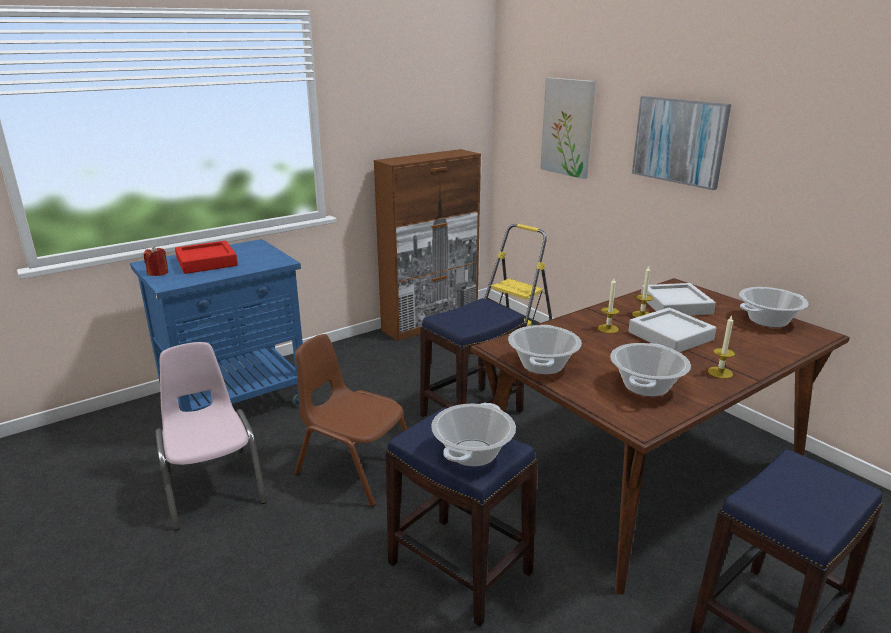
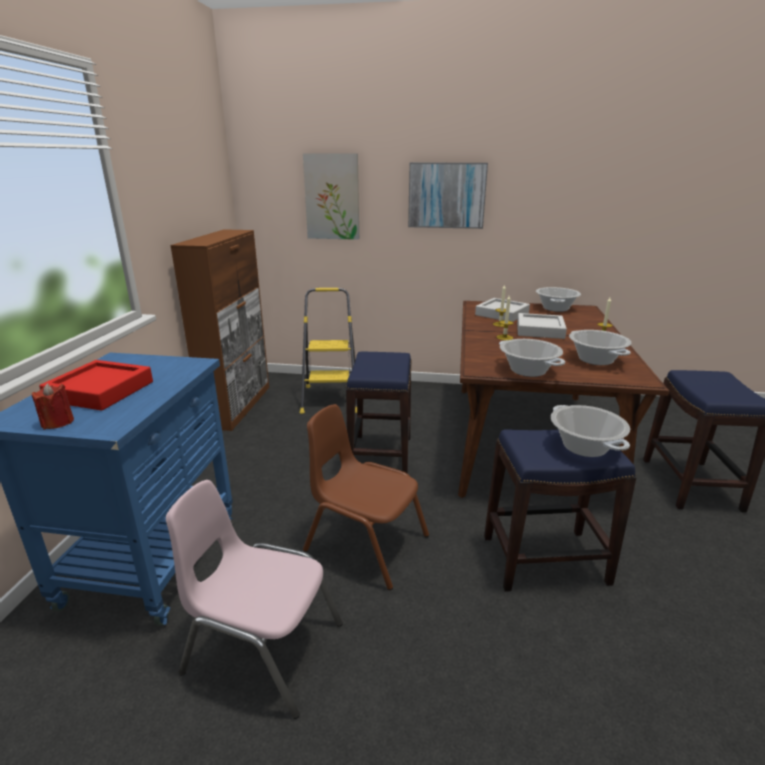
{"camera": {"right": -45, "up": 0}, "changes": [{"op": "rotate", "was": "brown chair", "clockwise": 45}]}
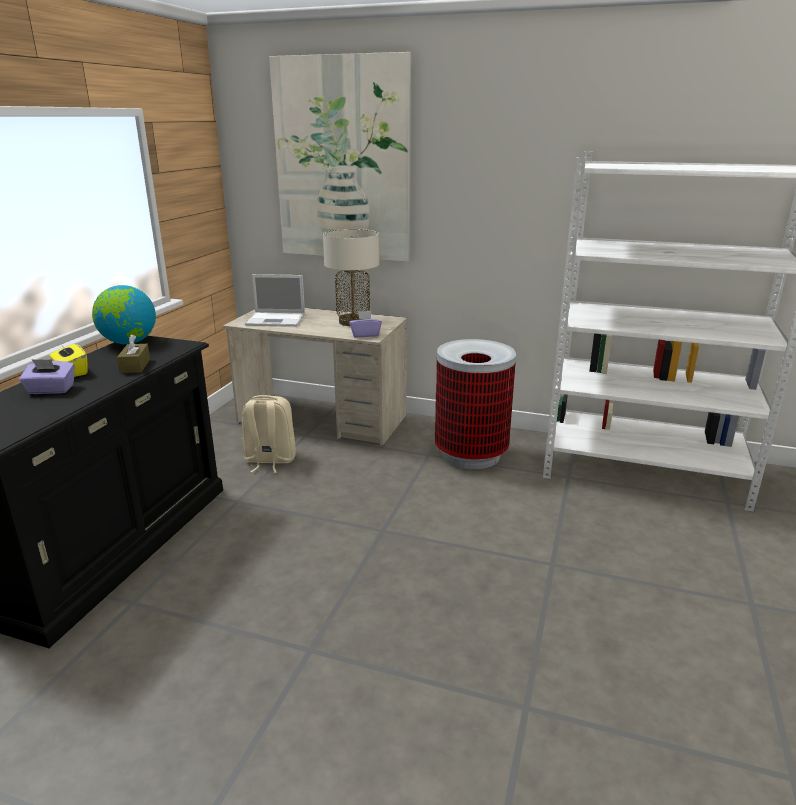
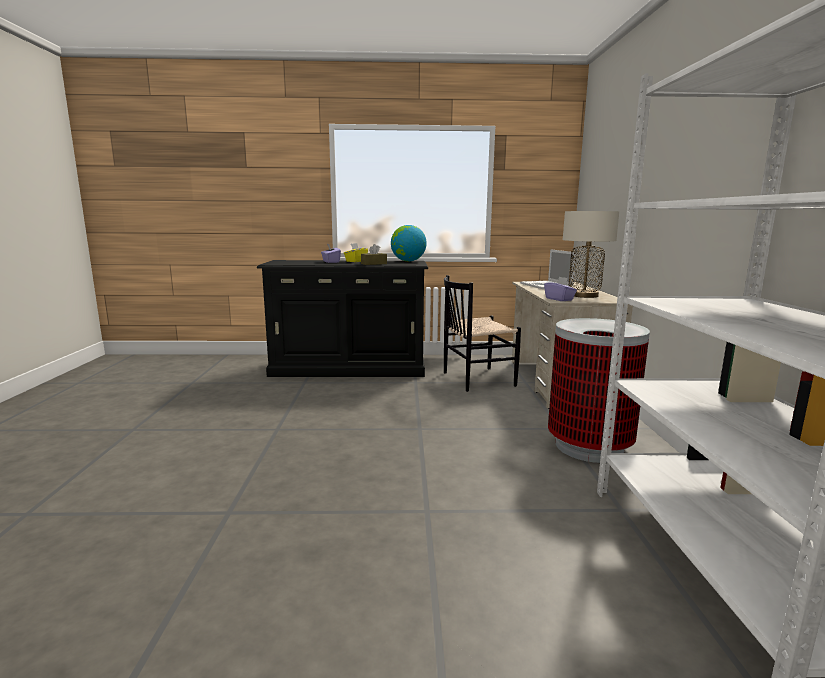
{"camera": {"right": 70, "up": -10}, "changes": [{"op": "replace", "was": "beige backpack", "now": "black chair"}, {"op": "delete", "was": "picture"}]}
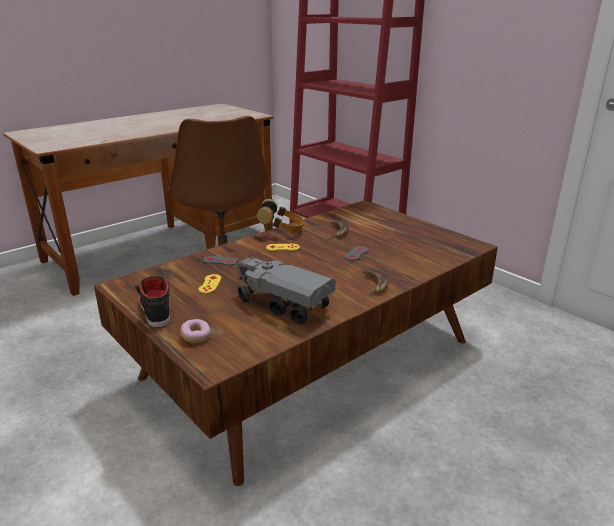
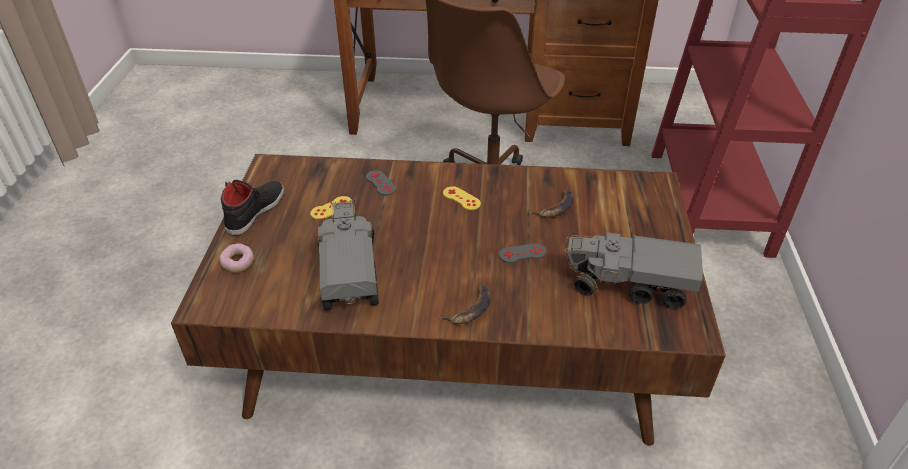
{"camera": {"right": 45, "up": 15}, "changes": [{"op": "insert", "now": "toy truck (2nd from left)"}, {"op": "delete", "was": "headphones"}]}
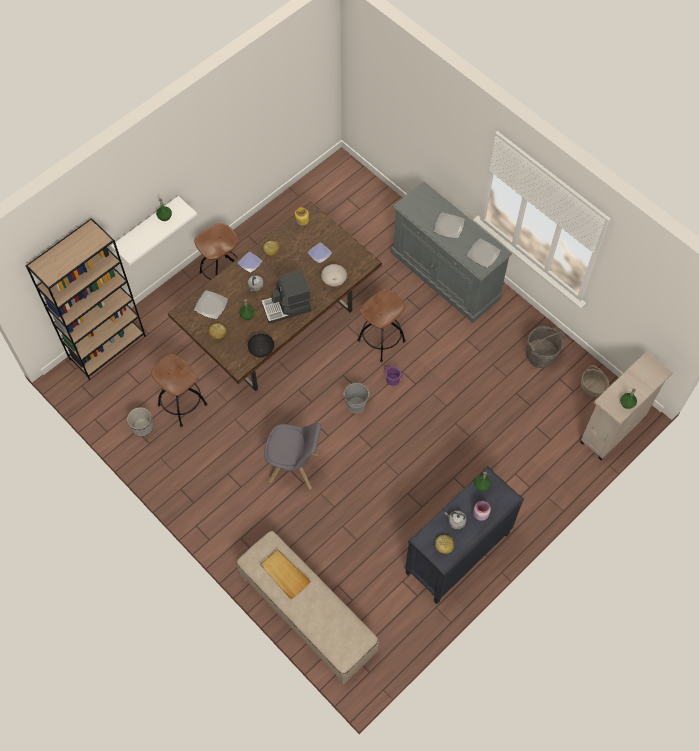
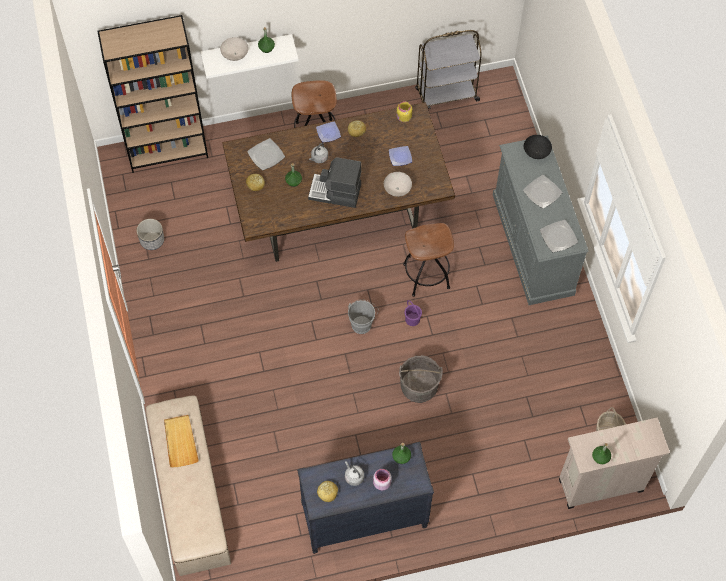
{"camera": {"right": 30, "up": 0}, "changes": [{"op": "insert", "now": "white bowl (1st from left)"}, {"op": "move", "was": "grey bucket (2nd from left)"}, {"op": "insert", "now": "grey cart"}, {"op": "move", "was": "black bowl"}, {"op": "delete", "was": "brown stool (1st from left)"}, {"op": "delete", "was": "grey chair"}]}
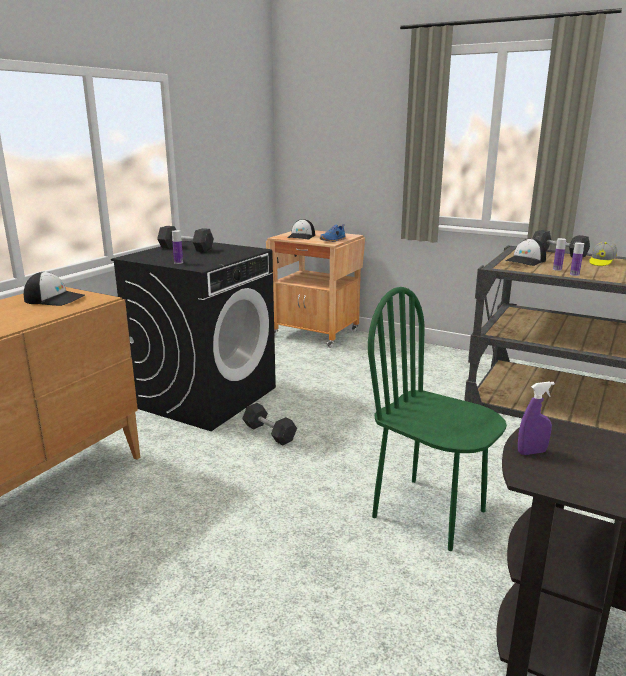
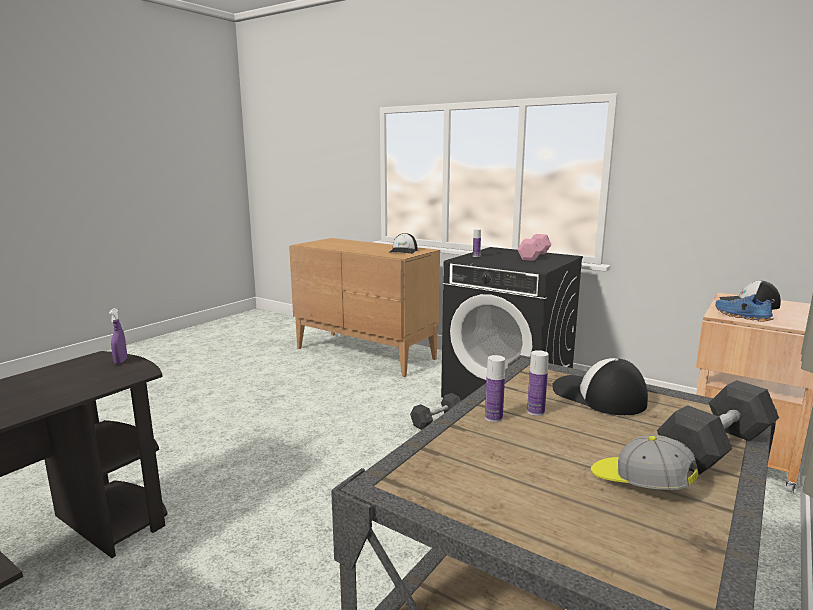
{"camera": {"right": 95, "up": -5}, "changes": [{"op": "recolor", "was": "grey dumbbell (1st from left)", "now": "pink dumbbell"}, {"op": "delete", "was": "green chair"}]}
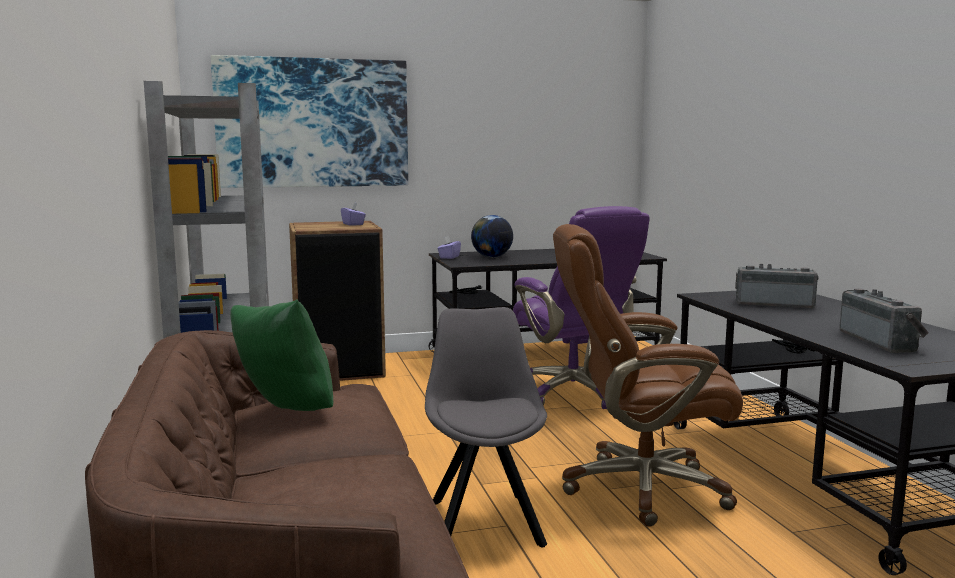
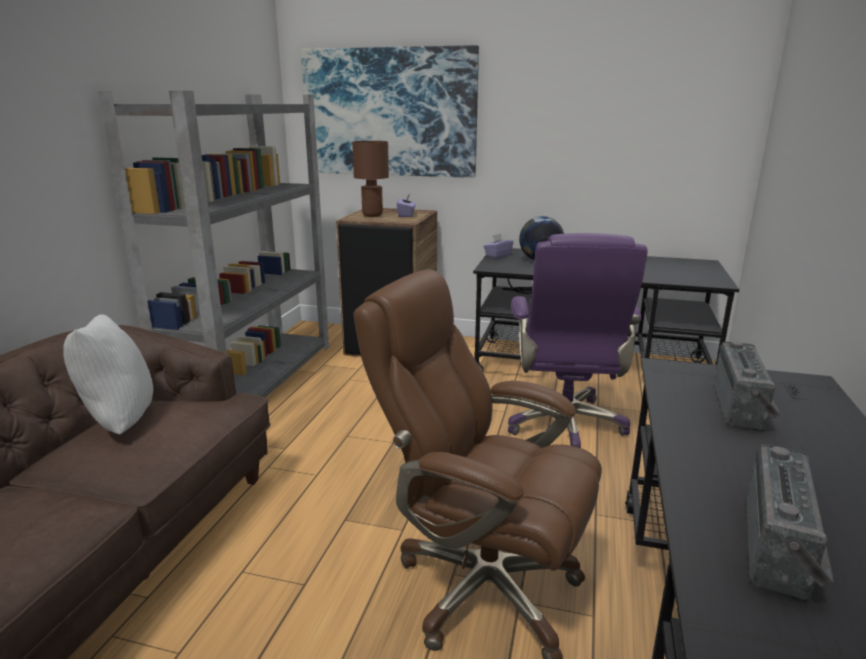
{"camera": {"right": 30, "up": 10}, "changes": [{"op": "recolor", "was": "green pillow", "now": "white pillow"}, {"op": "insert", "now": "brown table lamp"}, {"op": "rotate", "was": "radio (1st from left)", "clockwise": 60}, {"op": "delete", "was": "grey chair"}]}
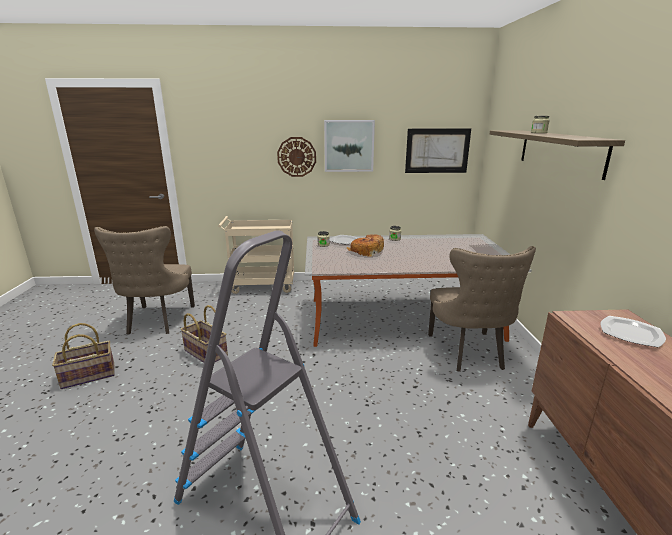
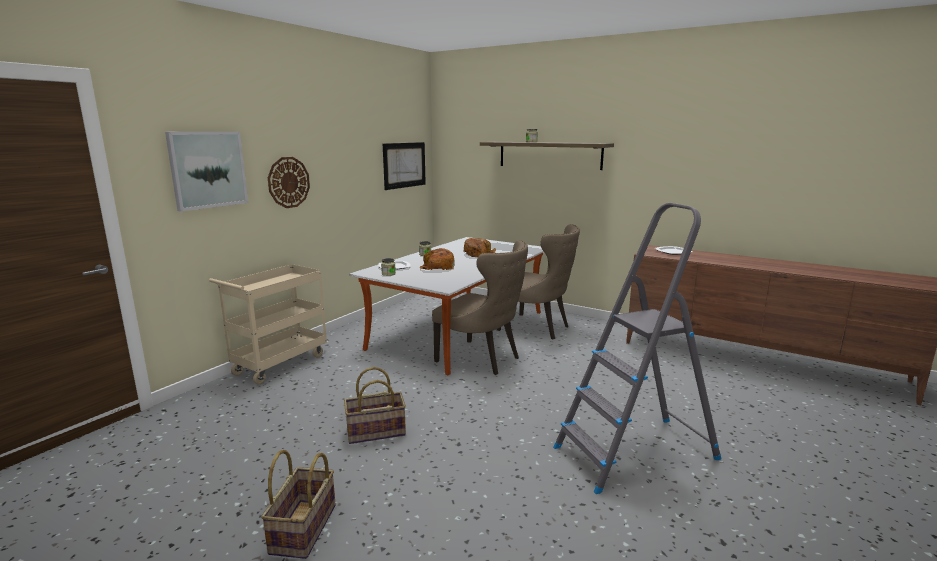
{"camera": {"right": -55, "up": -5}, "changes": [{"op": "move", "was": "picture (1st from left)"}, {"op": "move", "was": "beige chair (1st from left)"}, {"op": "insert", "now": "bread (2nd from left)"}]}
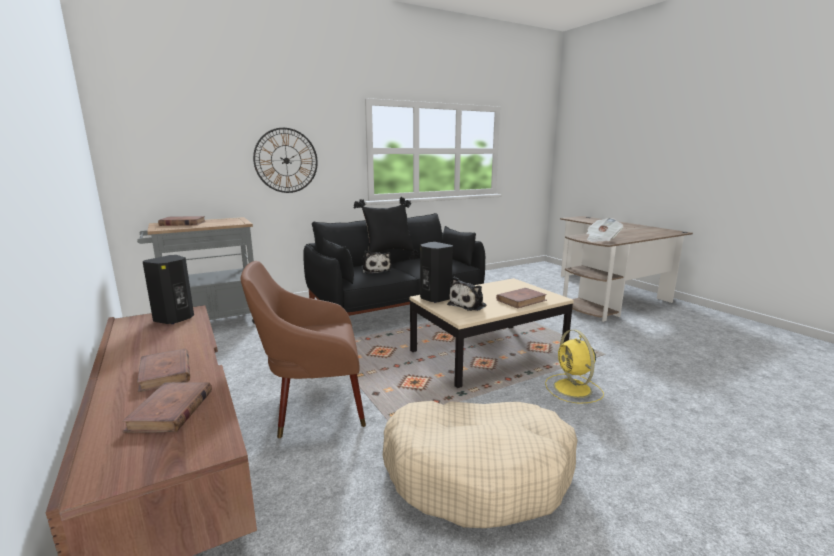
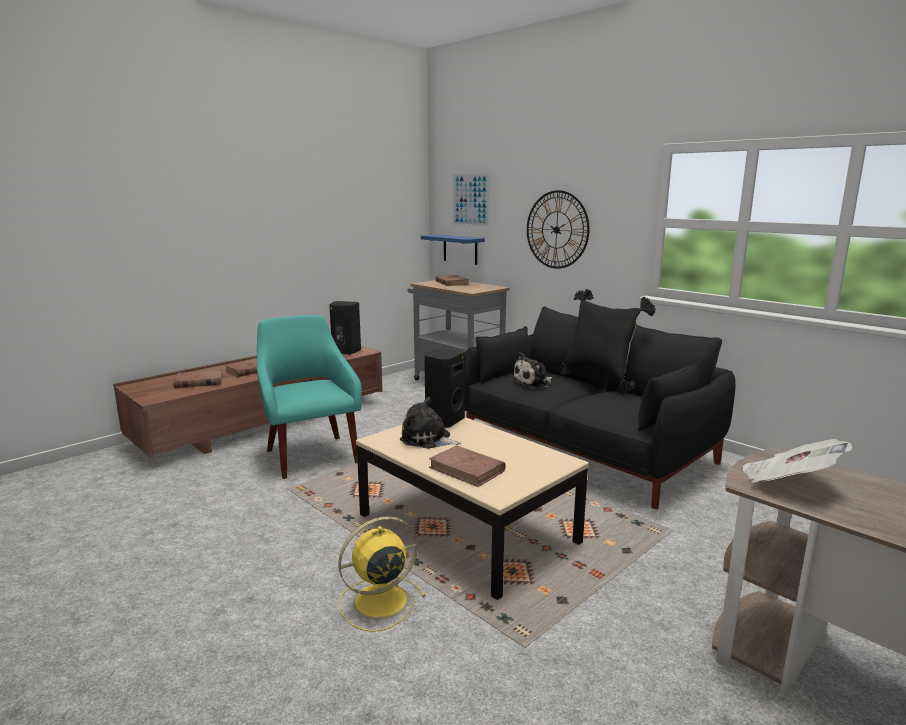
{"camera": {"right": 75, "up": 0}, "changes": [{"op": "recolor", "was": "brown armchair", "now": "turquoise armchair"}, {"op": "insert", "now": "blue shelf"}, {"op": "insert", "now": "picture"}, {"op": "delete", "was": "beige dog bed"}]}
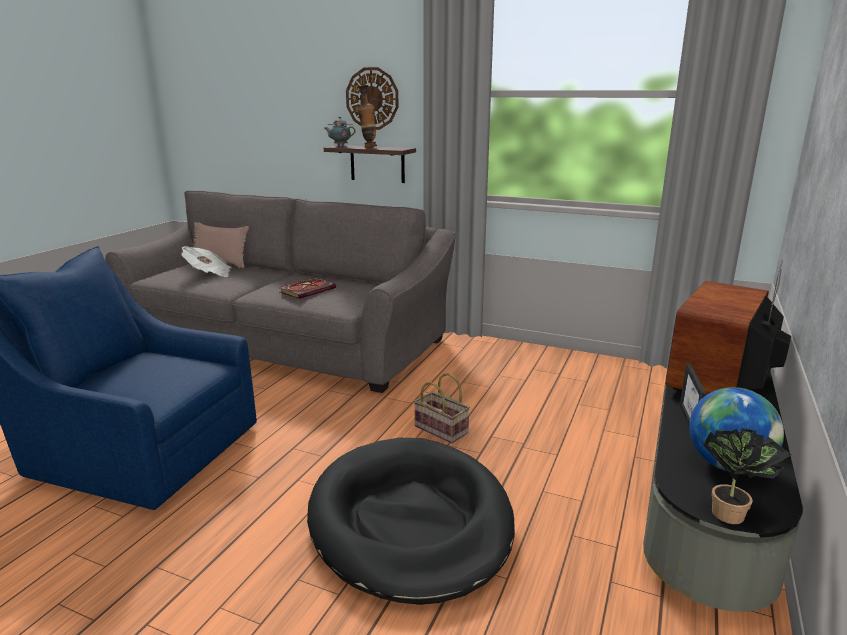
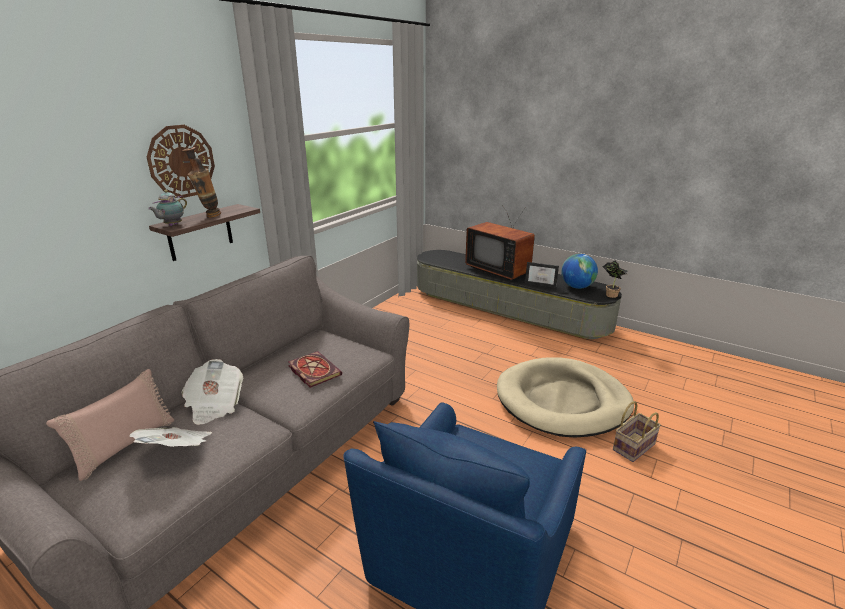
{"camera": {"right": -80, "up": 5}, "changes": [{"op": "insert", "now": "newspaper (2nd from left)"}, {"op": "recolor", "was": "black dog bed", "now": "beige dog bed"}, {"op": "move", "was": "basket"}]}
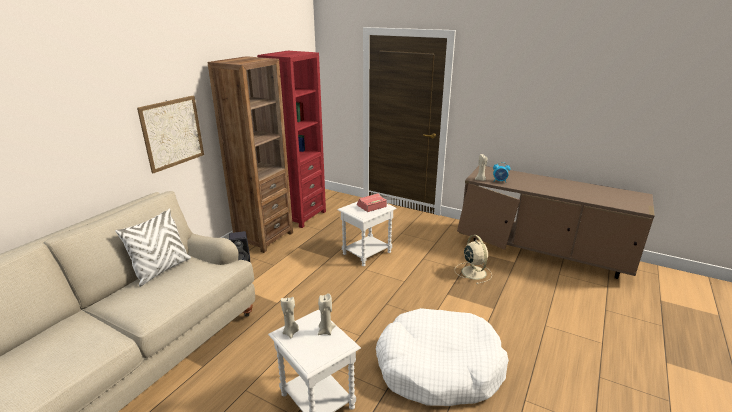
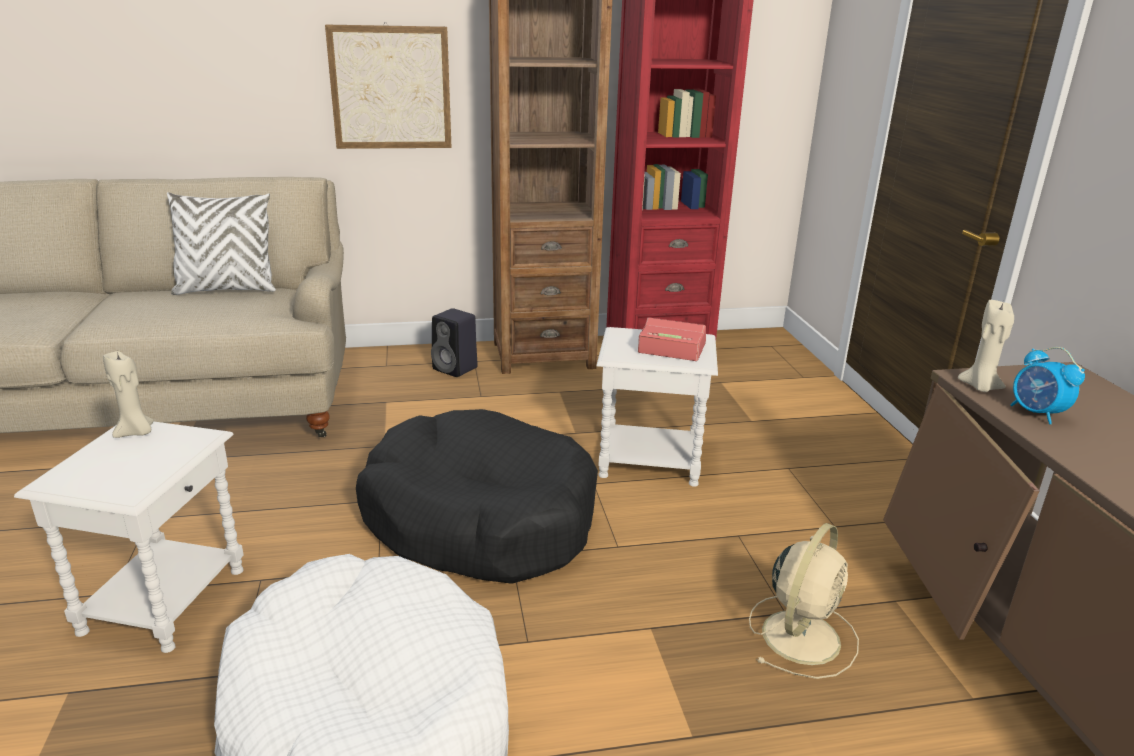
{"camera": {"right": 50, "up": 0}, "changes": [{"op": "insert", "now": "black dog bed"}, {"op": "delete", "was": "beige candle (2nd from left)"}]}
